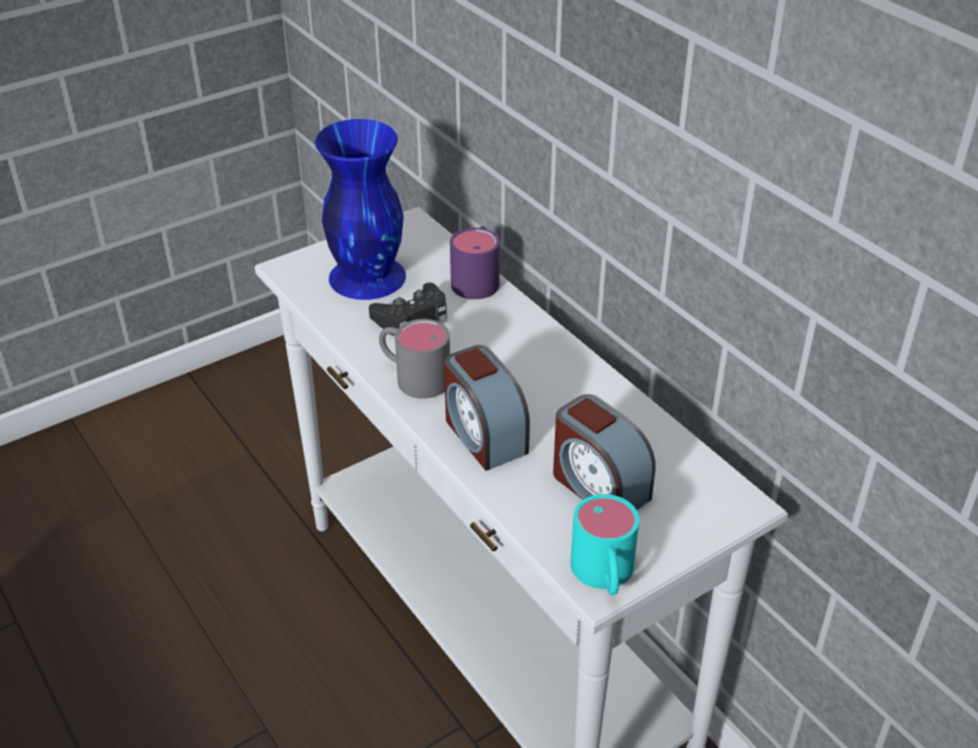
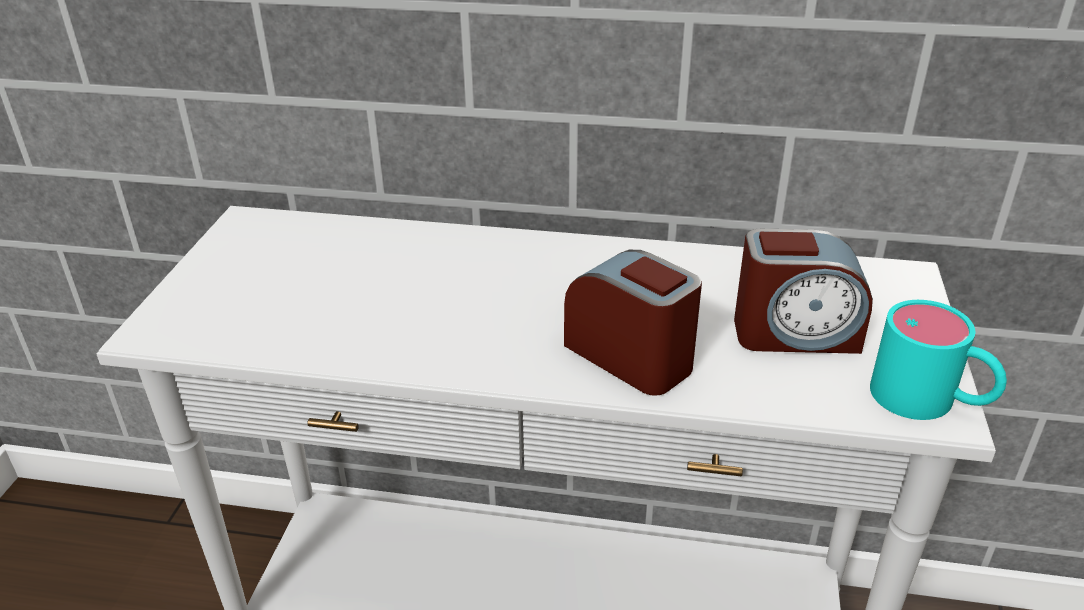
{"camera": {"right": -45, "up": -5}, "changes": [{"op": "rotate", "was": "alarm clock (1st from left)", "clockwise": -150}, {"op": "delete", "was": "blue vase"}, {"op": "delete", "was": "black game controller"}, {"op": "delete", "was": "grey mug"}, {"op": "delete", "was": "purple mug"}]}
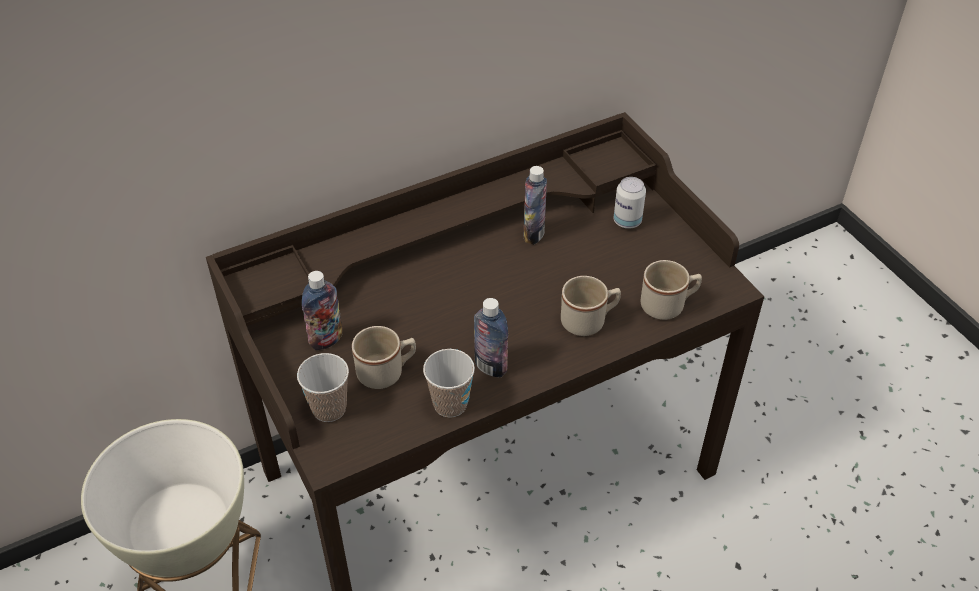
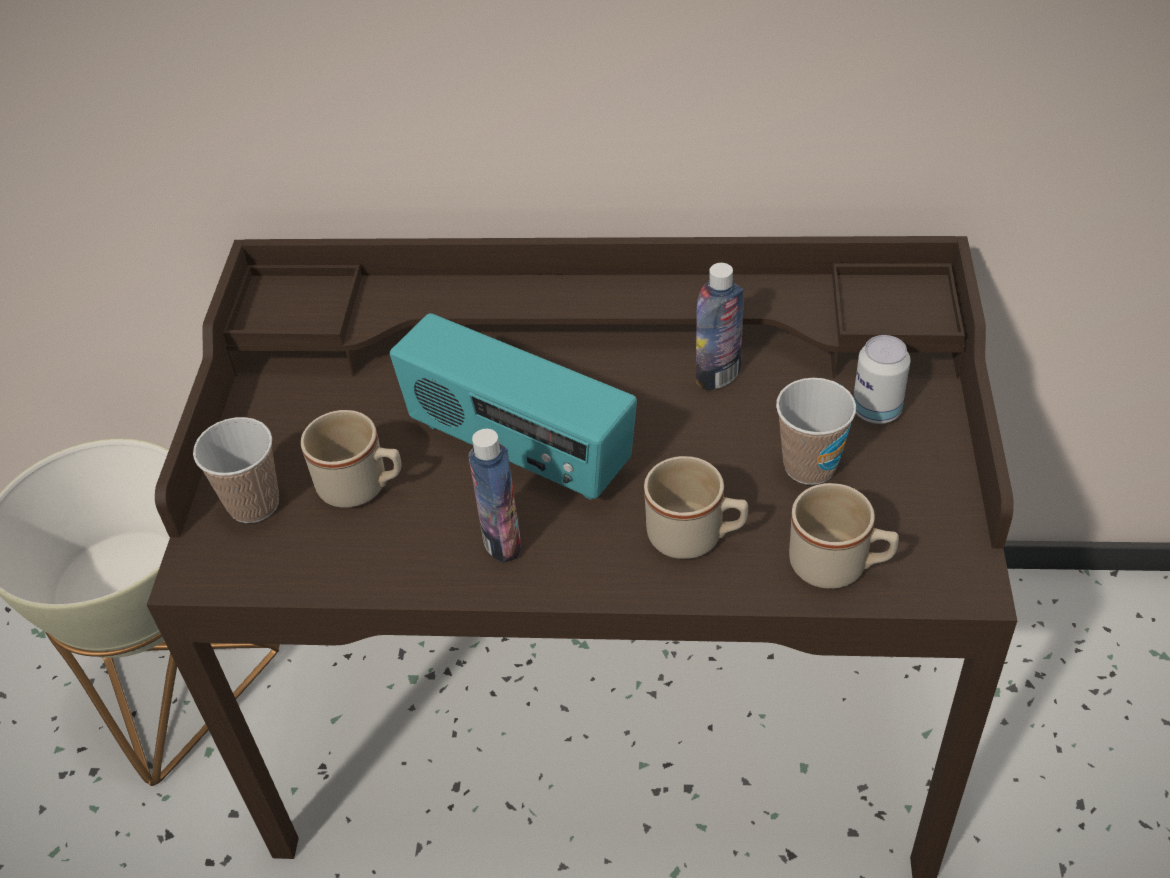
{"camera": {"right": 35, "up": 0}, "changes": [{"op": "insert", "now": "radio"}, {"op": "move", "was": "cup (2nd from left)"}, {"op": "delete", "was": "bottle (1st from left)"}]}
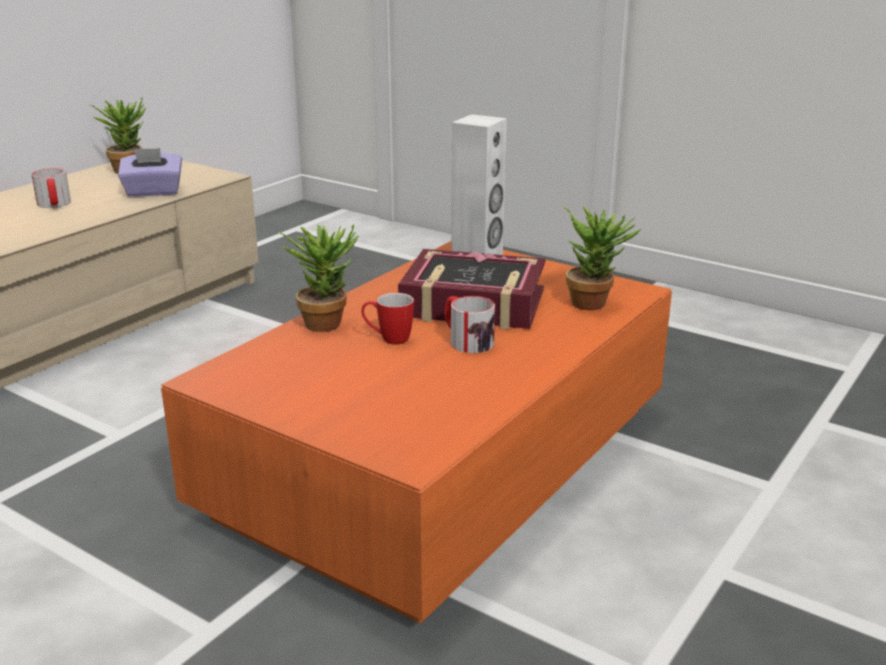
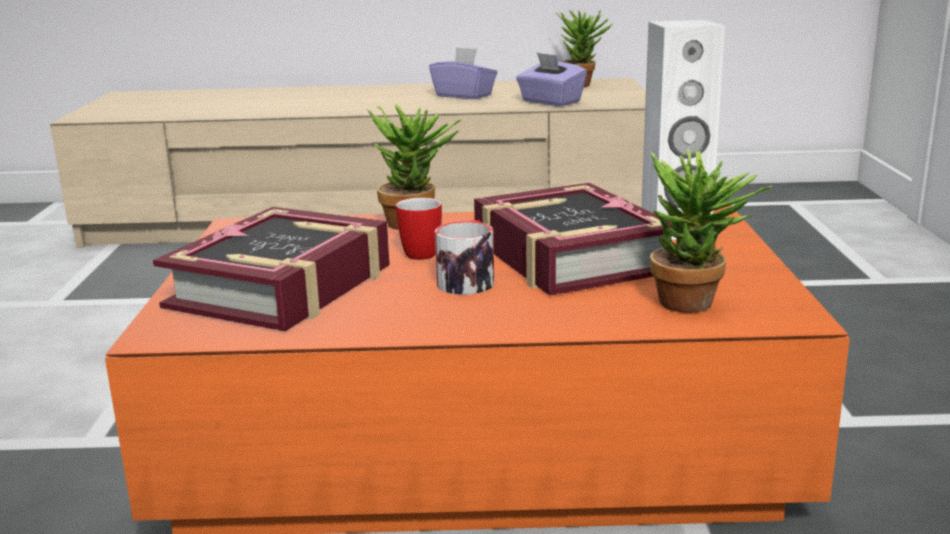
{"camera": {"right": 55, "up": -5}, "changes": [{"op": "insert", "now": "book (1st from left)"}, {"op": "replace", "was": "mug (1st from left)", "now": "purple tissue box (1st from left)"}]}
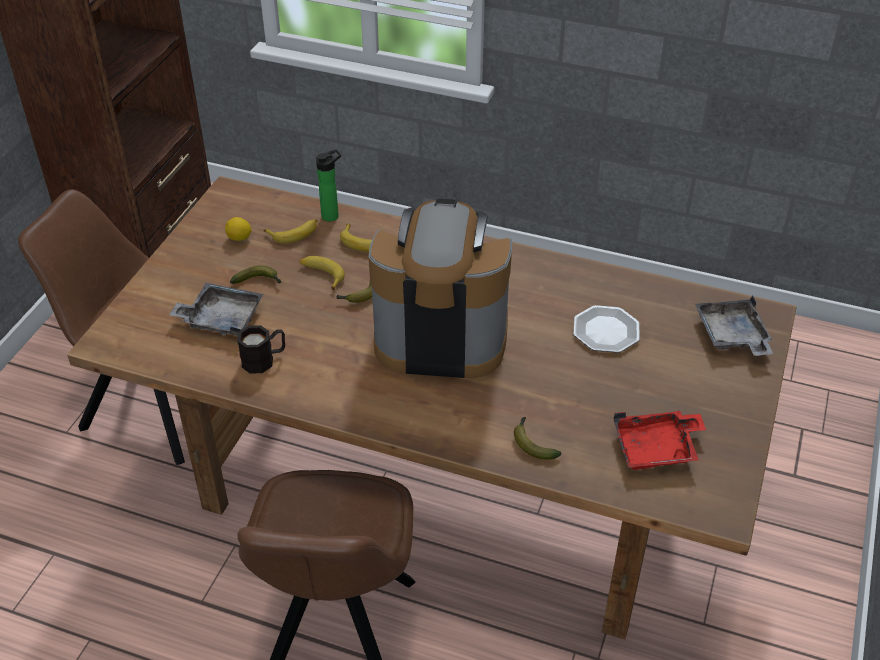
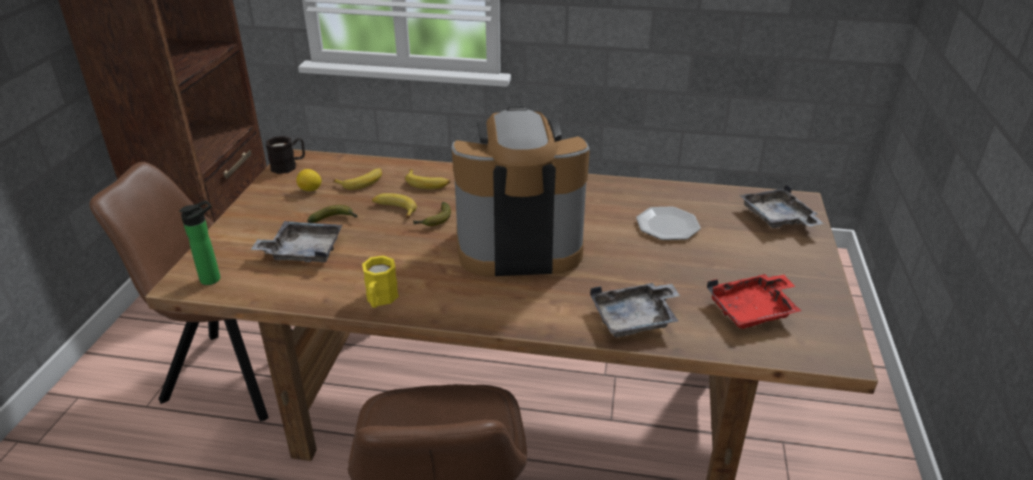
{"camera": {"right": -10, "up": -10}, "changes": [{"op": "move", "was": "bottle"}, {"op": "move", "was": "black mug"}, {"op": "insert", "now": "yellow mug"}, {"op": "replace", "was": "banana (6th from left)", "now": "grey tray (2nd from left)"}]}
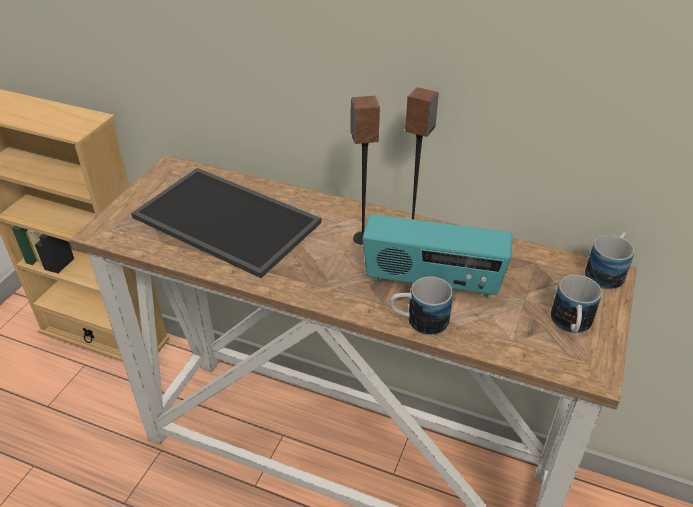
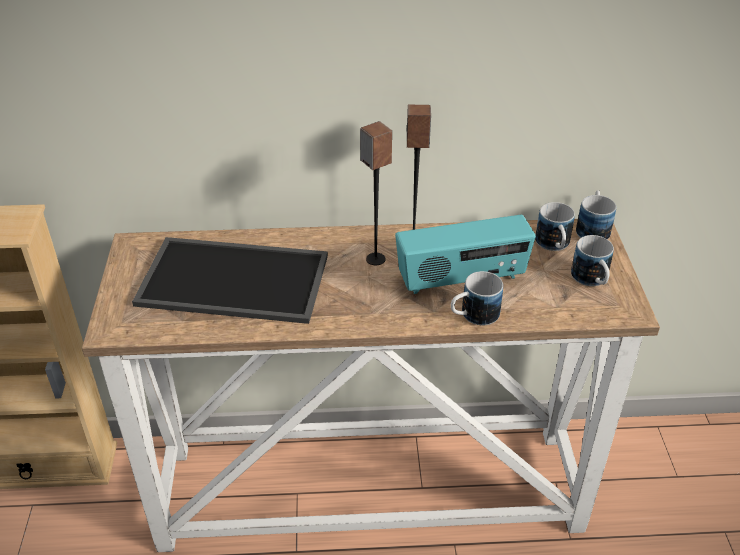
{"camera": {"right": -25, "up": 0}, "changes": [{"op": "insert", "now": "mug (2nd from left)"}]}
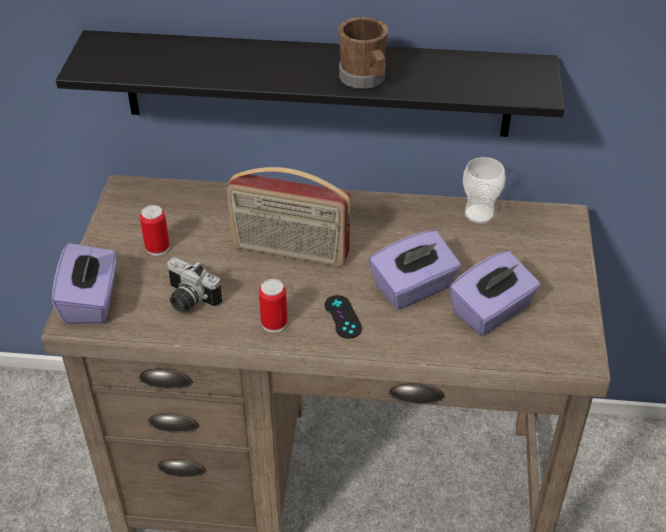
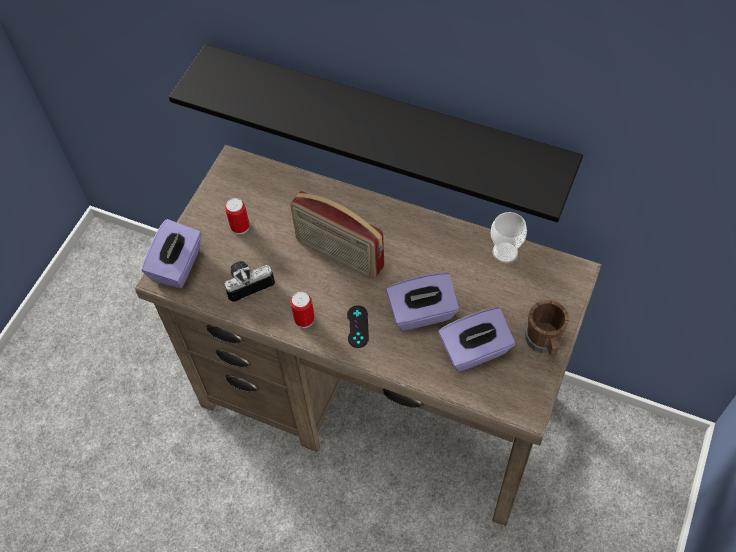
{"camera": {"right": 20, "up": 15}, "changes": [{"op": "rotate", "was": "photo camera", "clockwise": 105}, {"op": "move", "was": "brown mug"}]}
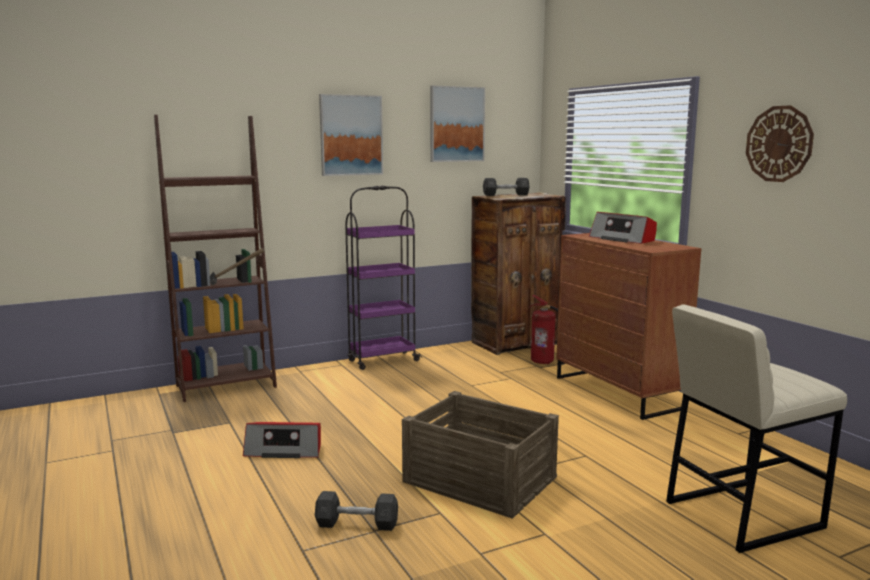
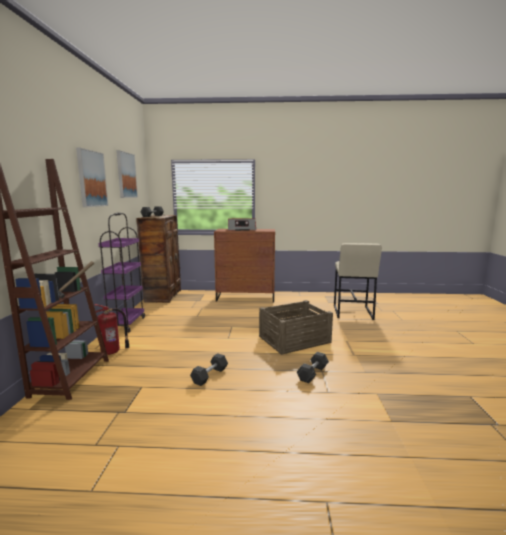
{"camera": {"right": -60, "up": 0}, "changes": [{"op": "move", "was": "fire extinguisher"}, {"op": "replace", "was": "radio (1st from left)", "now": "grey dumbbell (2nd from left)"}, {"op": "delete", "was": "wall clock"}]}
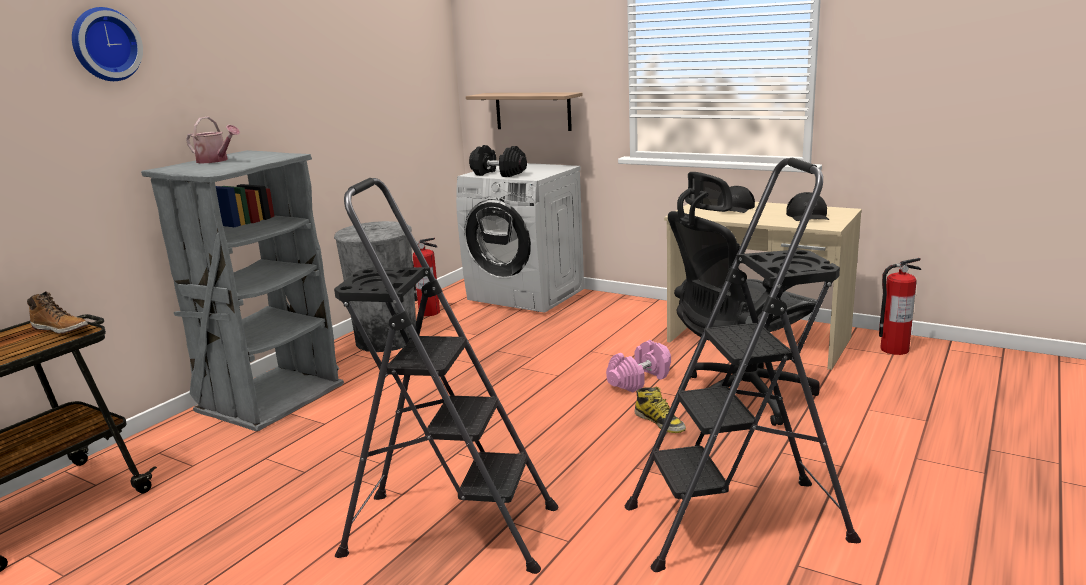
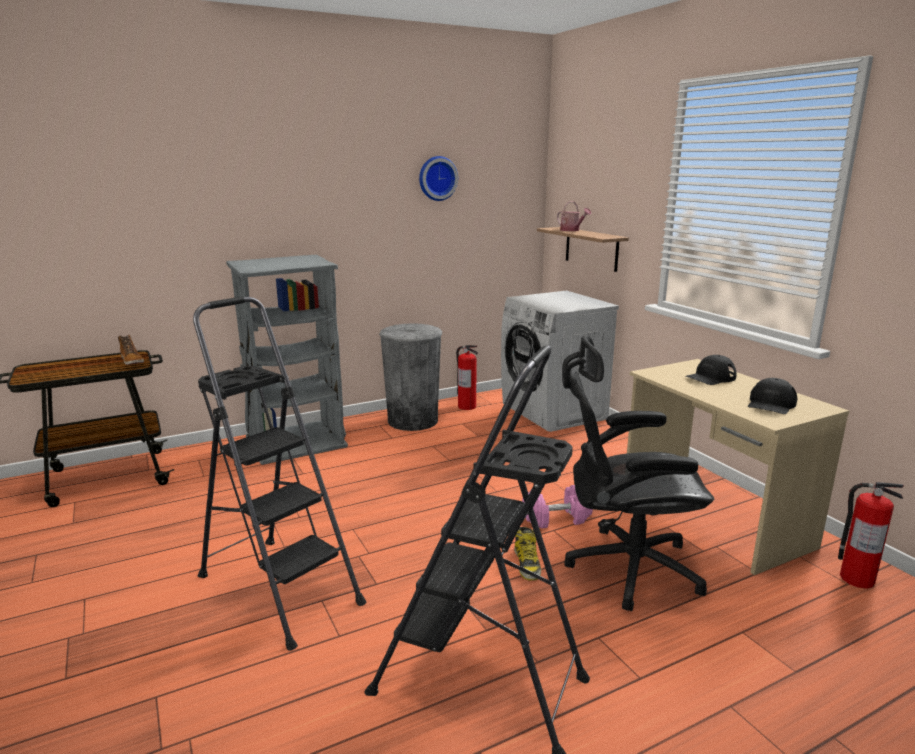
{"camera": {"right": 30, "up": 0}, "changes": [{"op": "move", "was": "wall clock"}, {"op": "move", "was": "watering can"}, {"op": "delete", "was": "black dumbbell"}]}
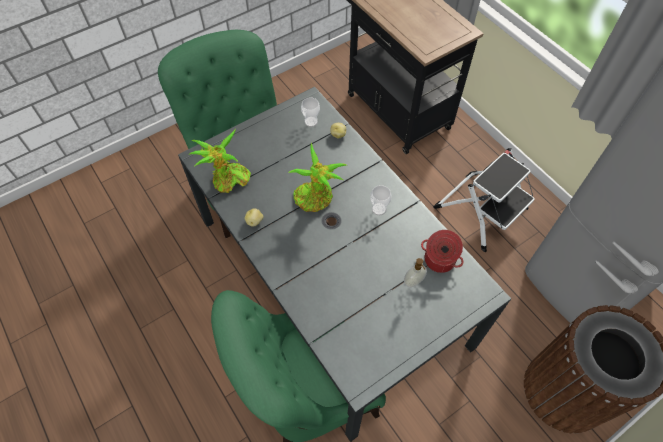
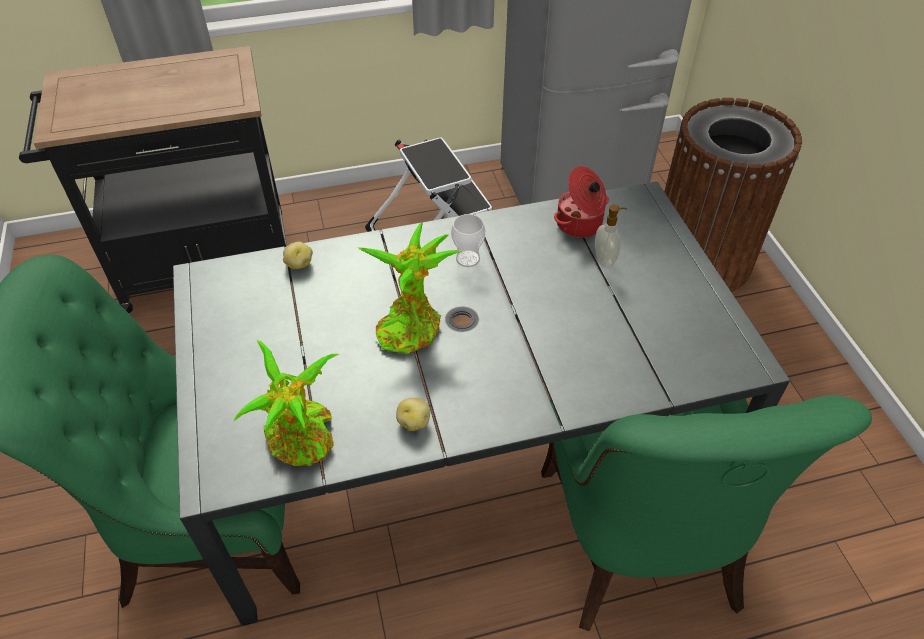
{"camera": {"right": -70, "up": -10}, "changes": [{"op": "delete", "was": "cup (1st from left)"}]}
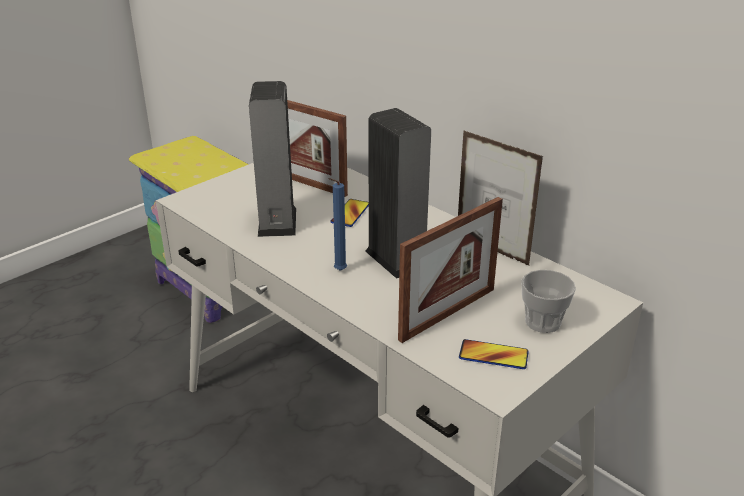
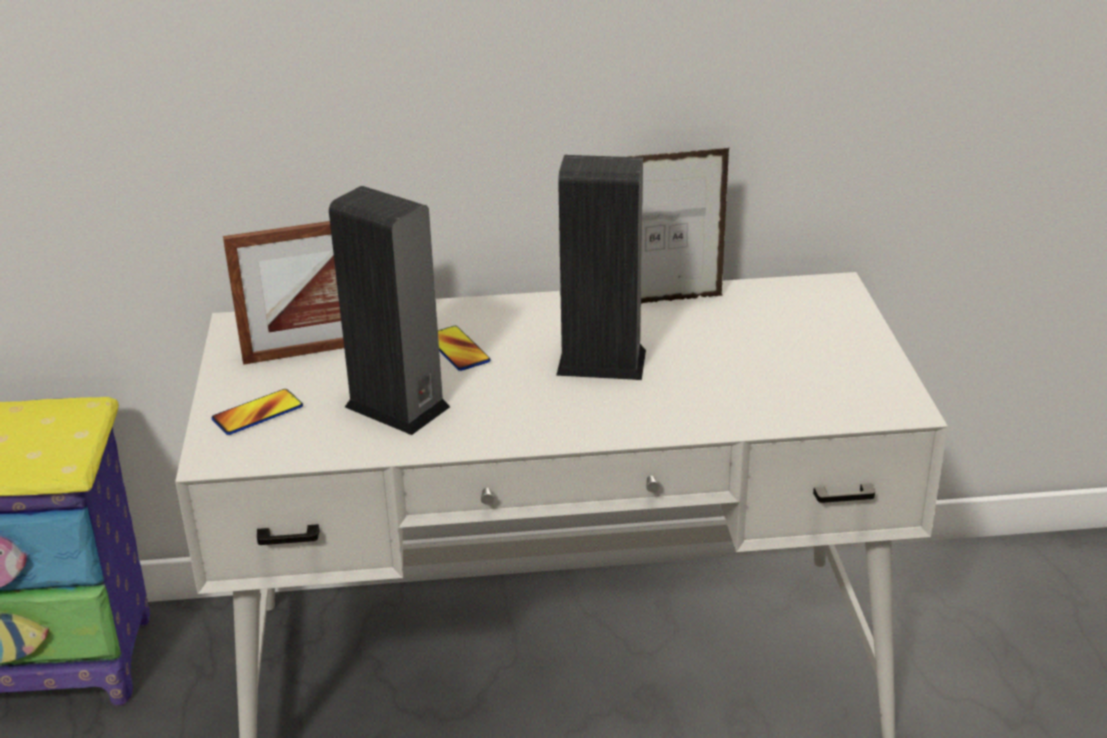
{"camera": {"right": -50, "up": 0}, "changes": [{"op": "move", "was": "phone (2nd from left in the first image)", "now": "phone (1st from left)"}, {"op": "delete", "was": "blue candle"}, {"op": "delete", "was": "picture frame (2nd from left)"}, {"op": "delete", "was": "cup"}]}
